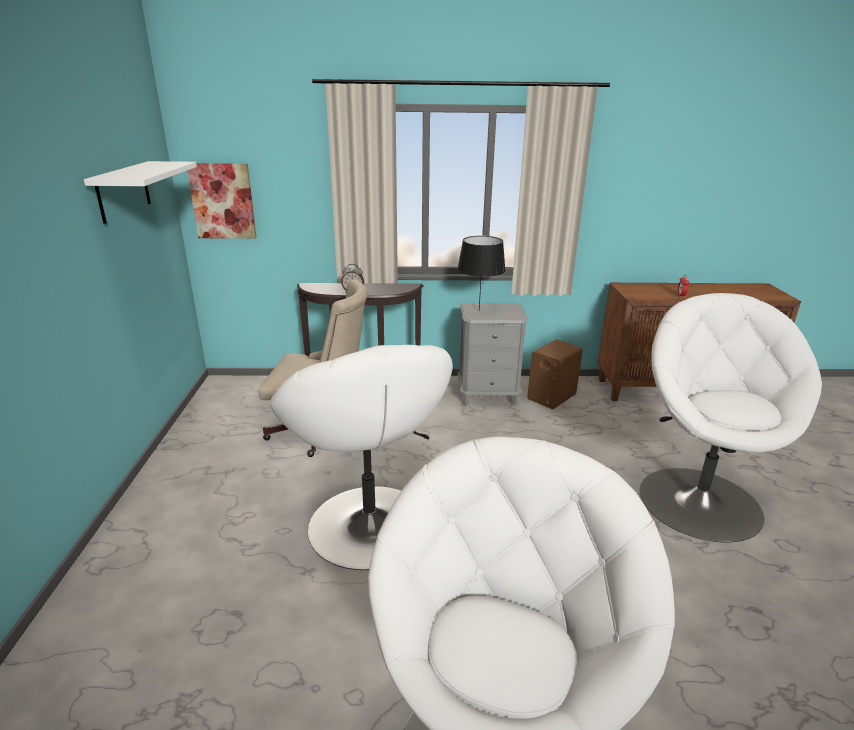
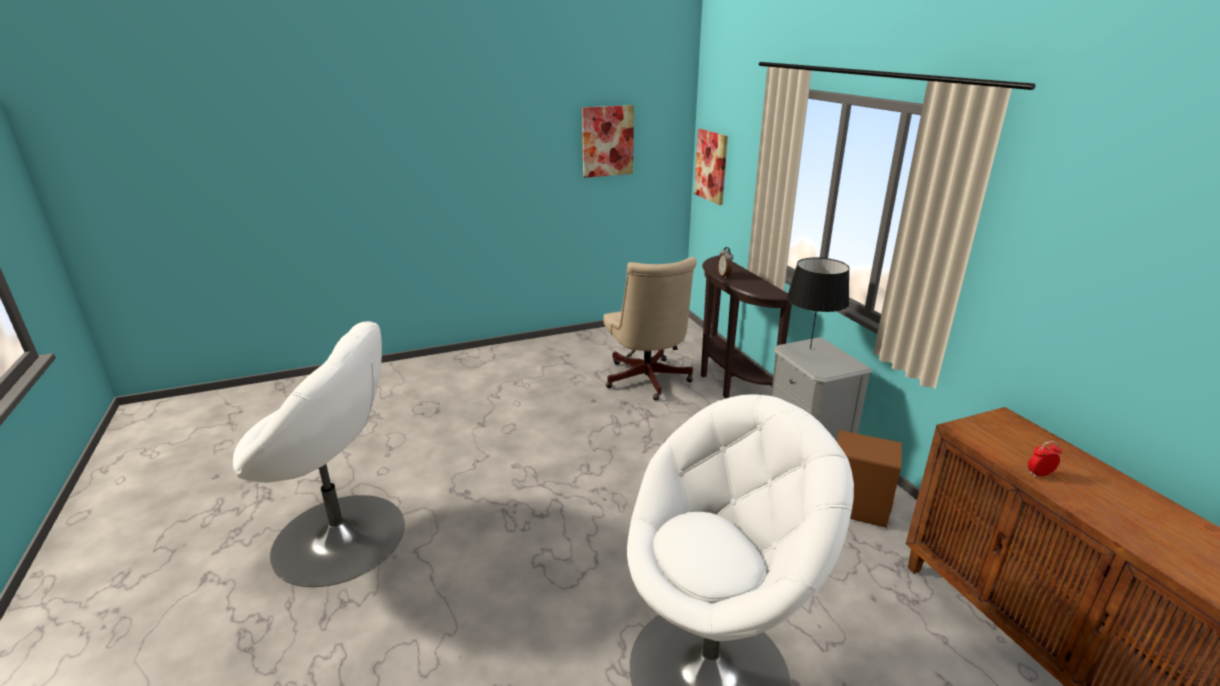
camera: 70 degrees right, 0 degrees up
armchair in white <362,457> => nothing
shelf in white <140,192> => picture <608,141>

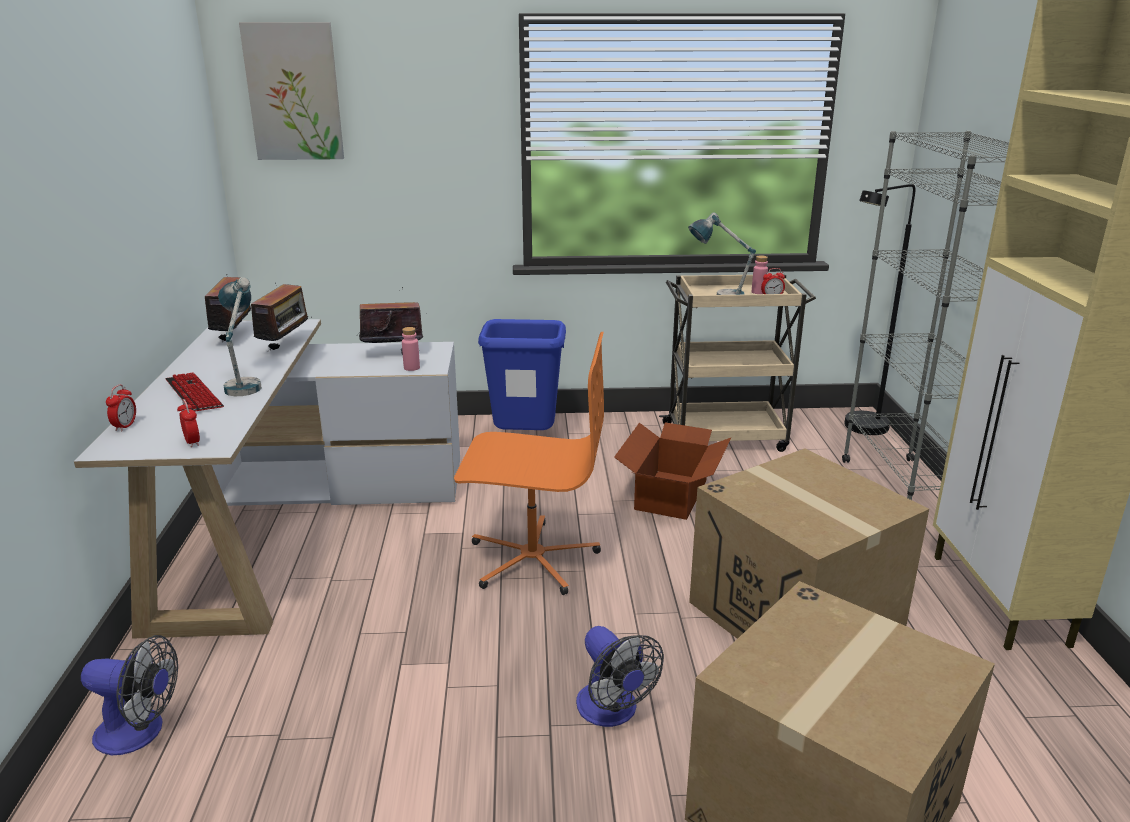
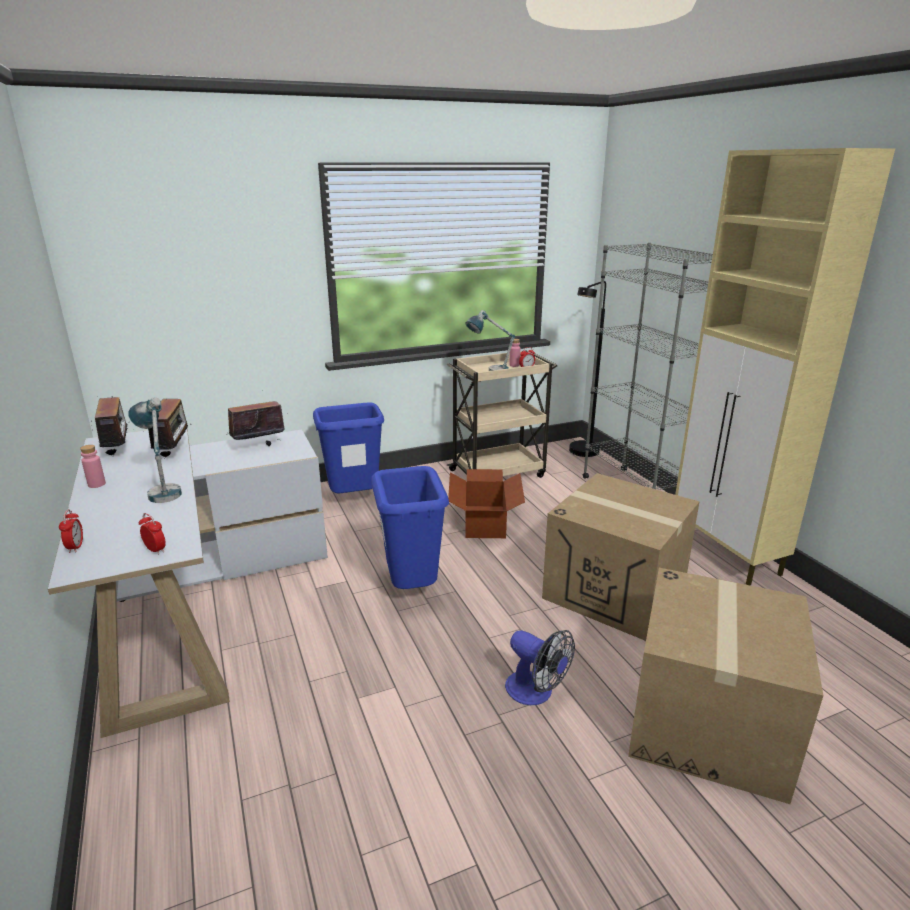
camera: 20 degrees left, 0 degrees up
fan <129,695> => nothing
keyboard <194,392> => nothing
picture <291,91> => nothing
bottle in pink <411,349> => bottle in pink <93,466>, move
office chair in orange <529,463> => trash can in blue <410,527>

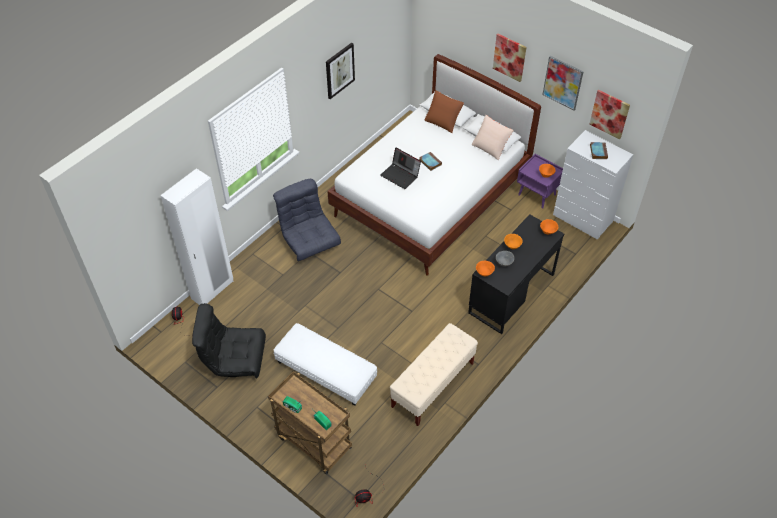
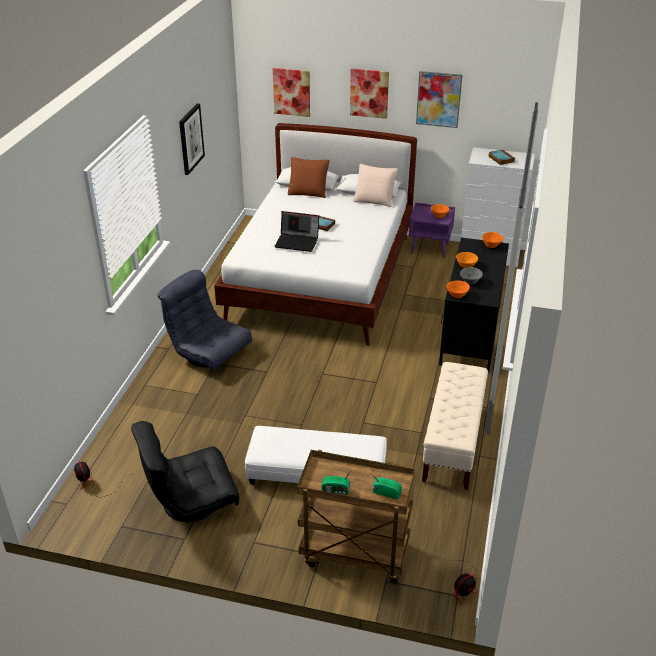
camera: 25 degrees left, 15 degrees down
wardrobe in white <196,236> => nothing
picture <610,114> => picture <291,92>, move

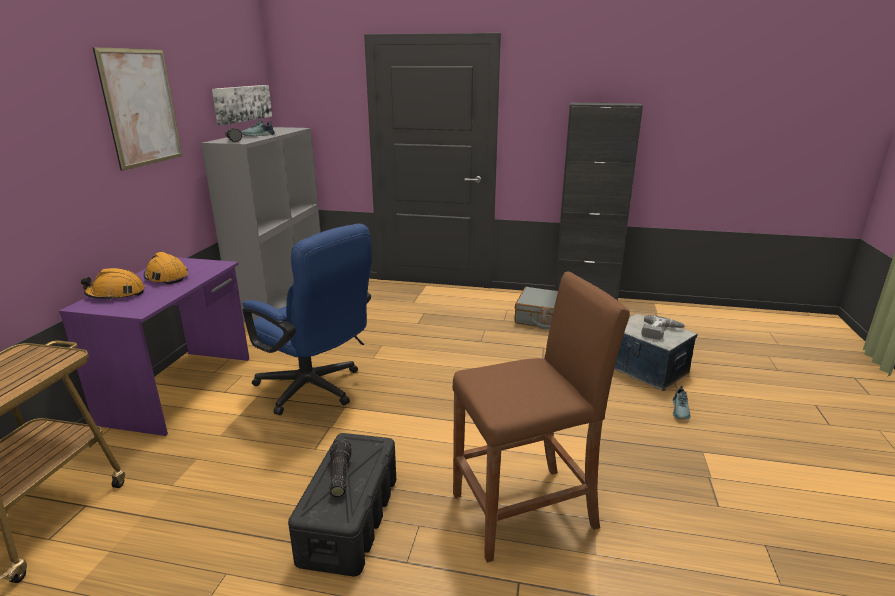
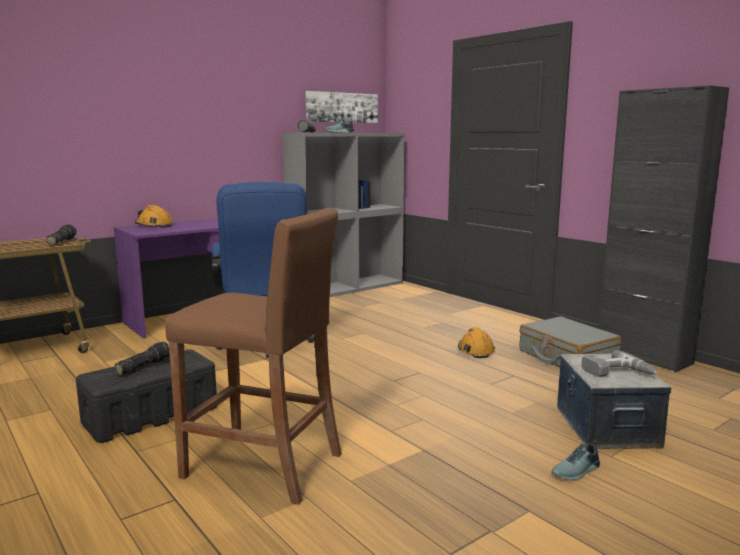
camera: 40 degrees right, 10 degrees down
picture <137,109> => nothing
nothing => flashlight <61,235>
hard hat in orange <166,268> => hard hat in orange <476,342>, move

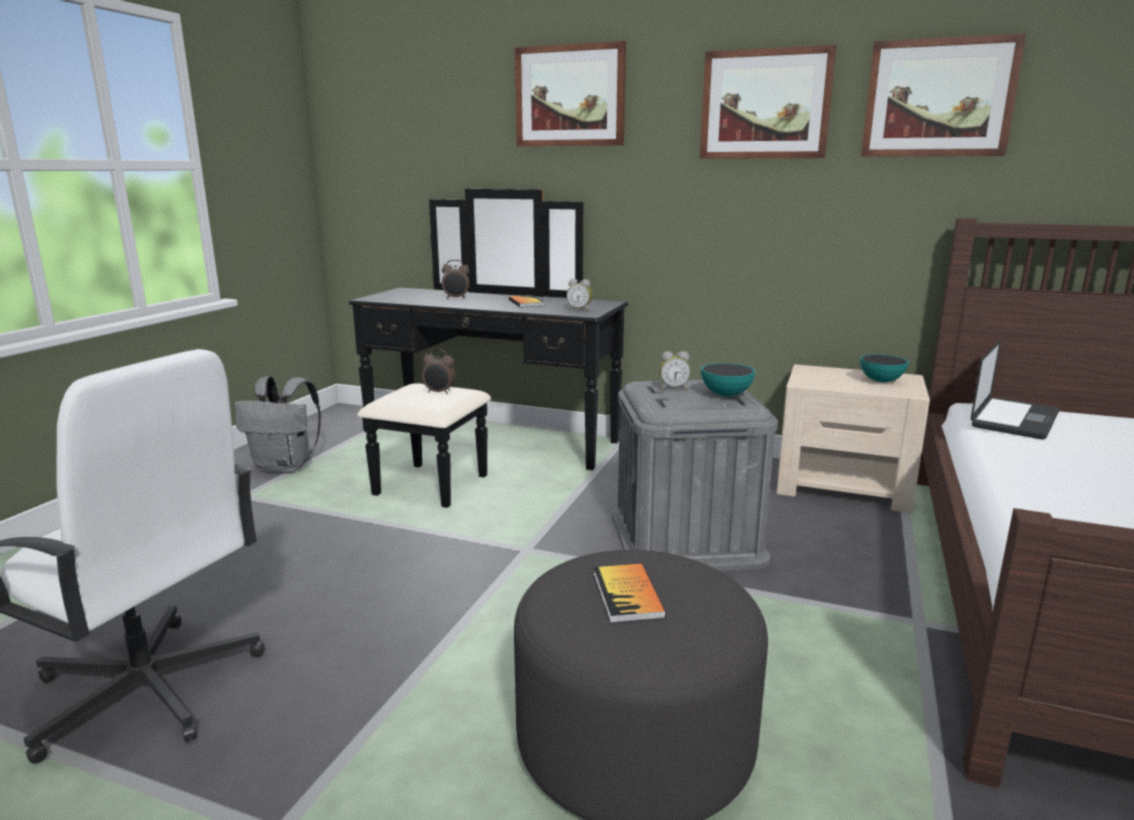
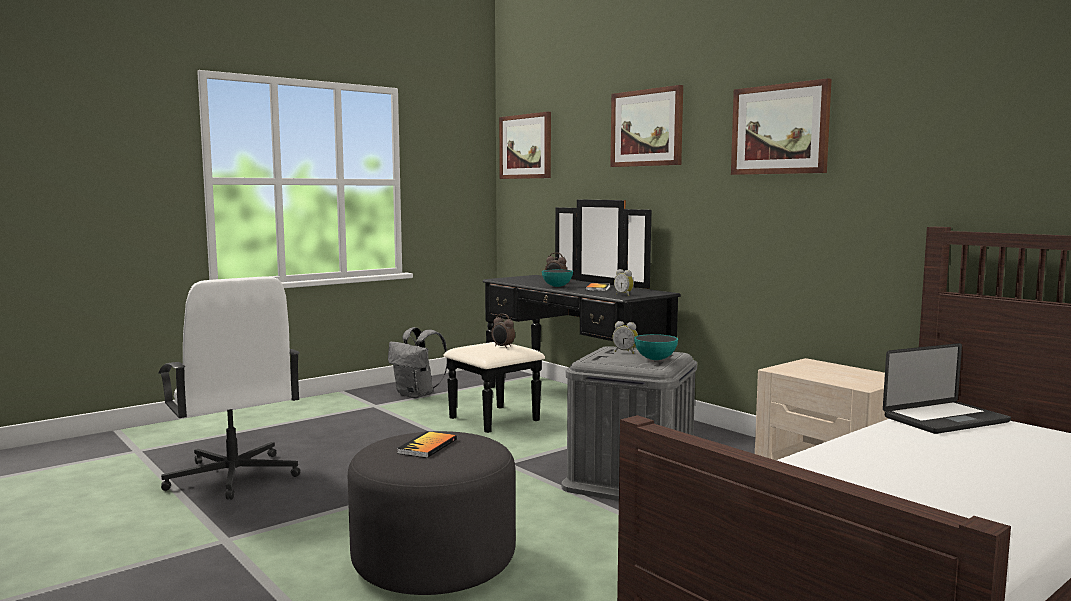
camera: 30 degrees right, 10 degrees down
bowl <884,368> => bowl <557,278>, move
picture <943,95> => picture <525,145>, move

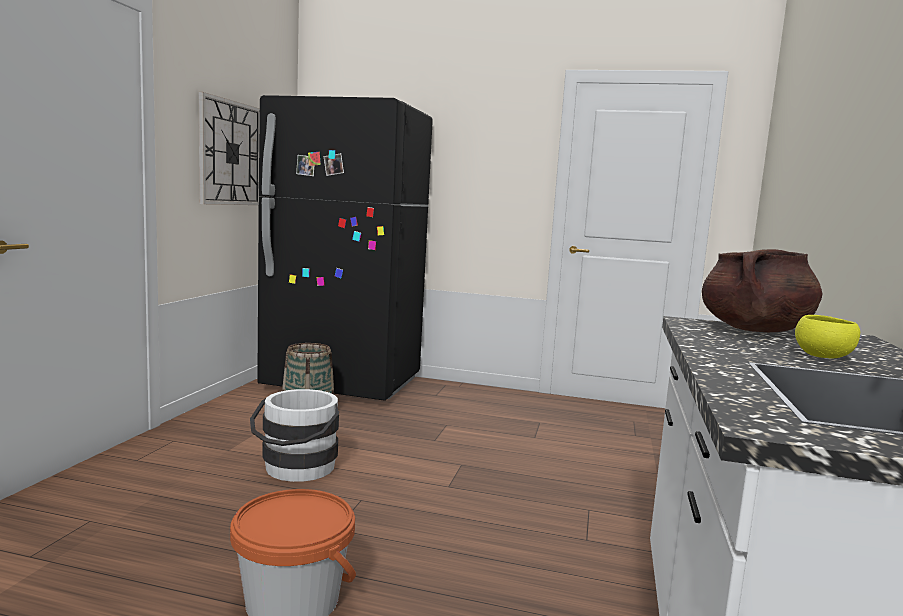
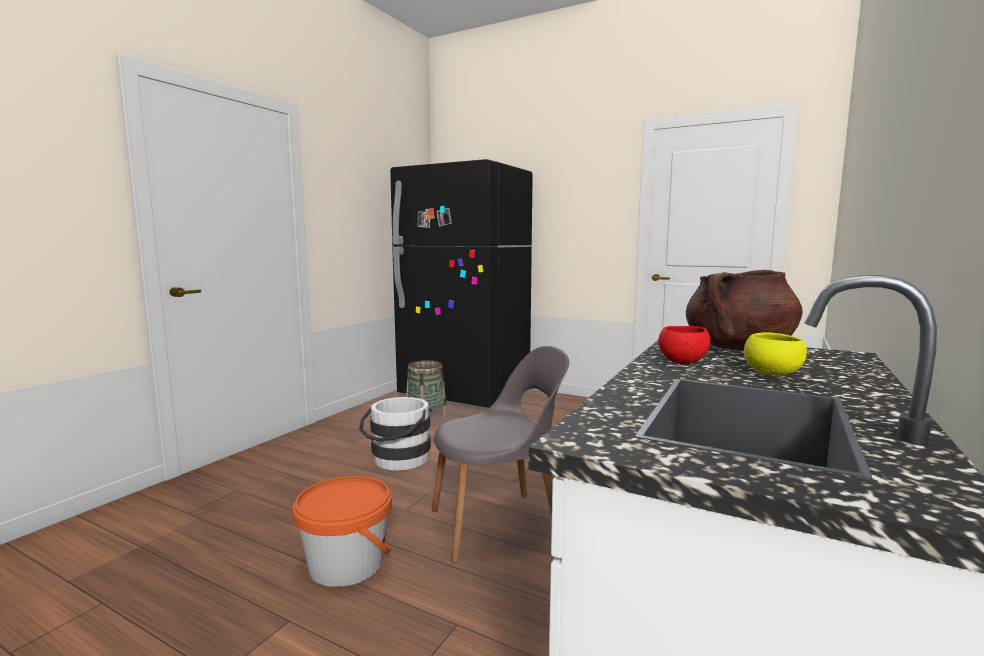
camera: 15 degrees right, 0 degrees up
wall clock <229,148> => nothing
nothing => chair in grey <500,454>
nothing => bowl in red <684,345>

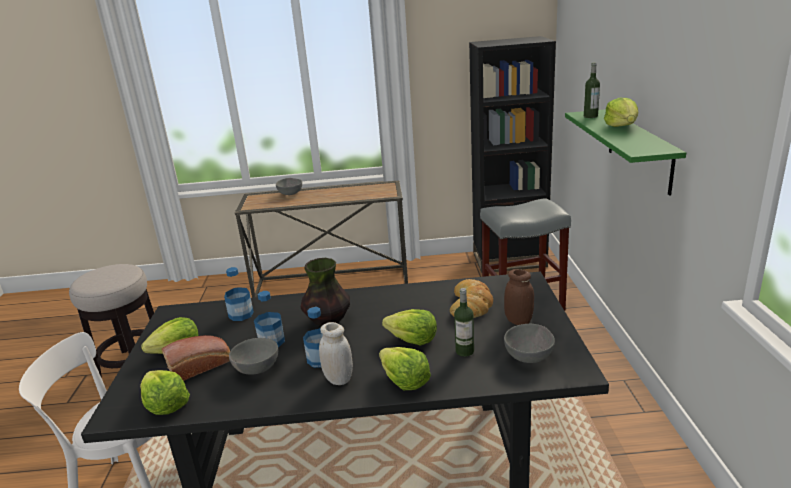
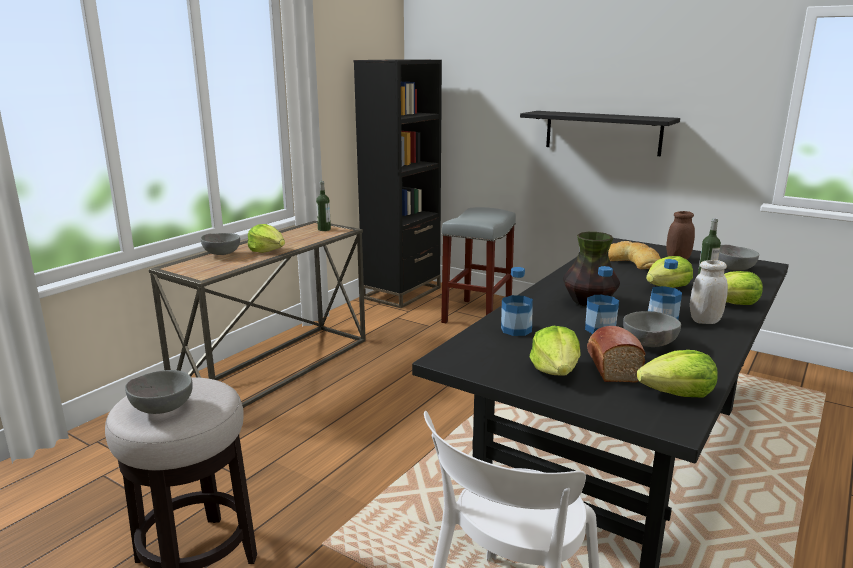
camera: 55 degrees left, 5 degrees down
nothing => bowl in grey <159,392>
bottle <592,90> => bottle <323,206>, move
lettuce <621,112> => lettuce <266,238>, move
shelf in green <625,152> => shelf in black <600,133>

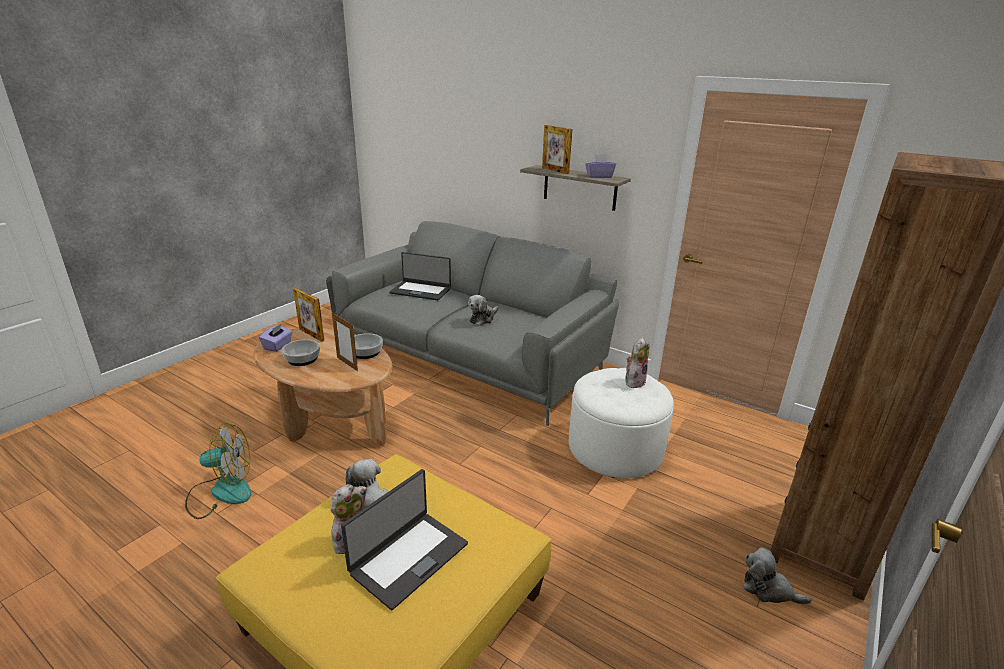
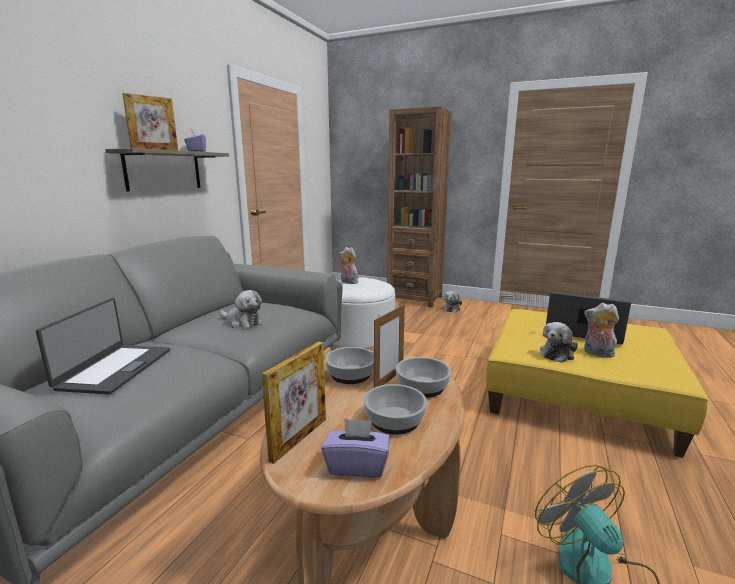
camera: 100 degrees left, 10 degrees down
nothing => bowl <423,377>

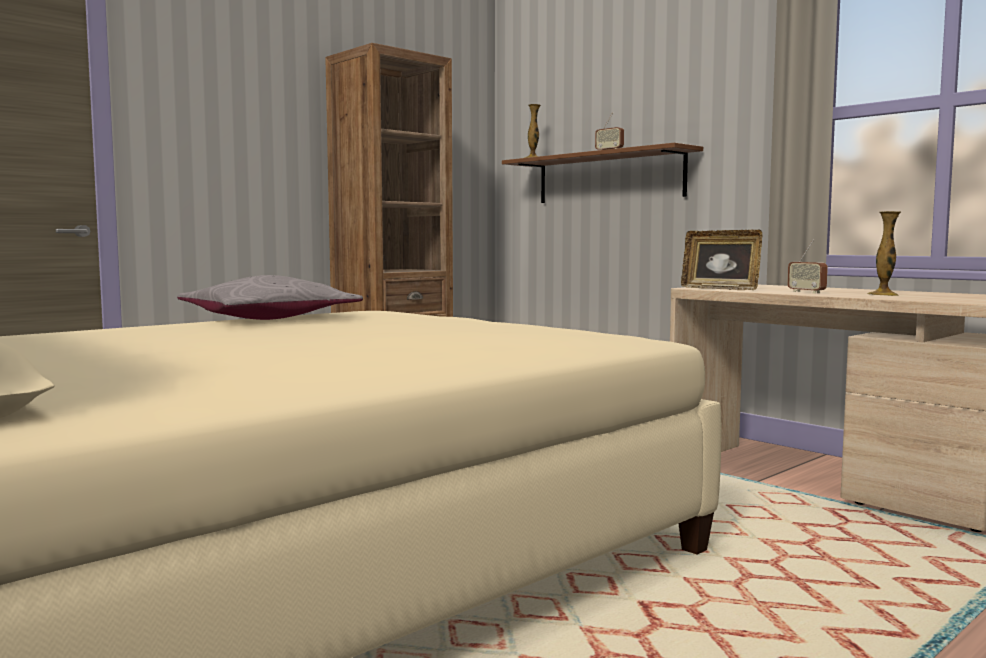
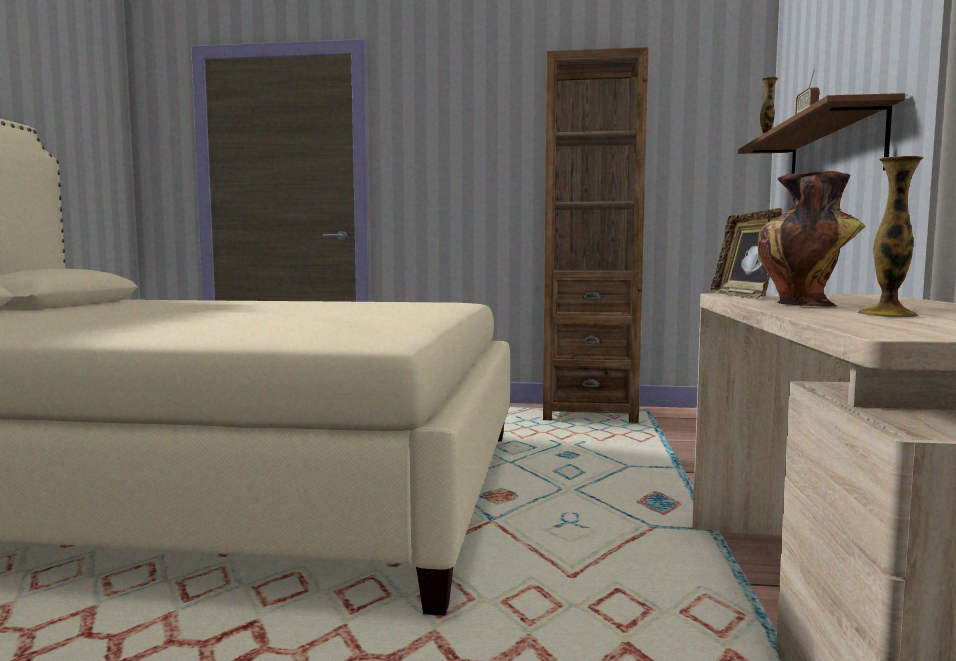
camera: 50 degrees right, 0 degrees up
pillow in grey <270,297> => nothing
radio <807,266> => vase <811,238>

